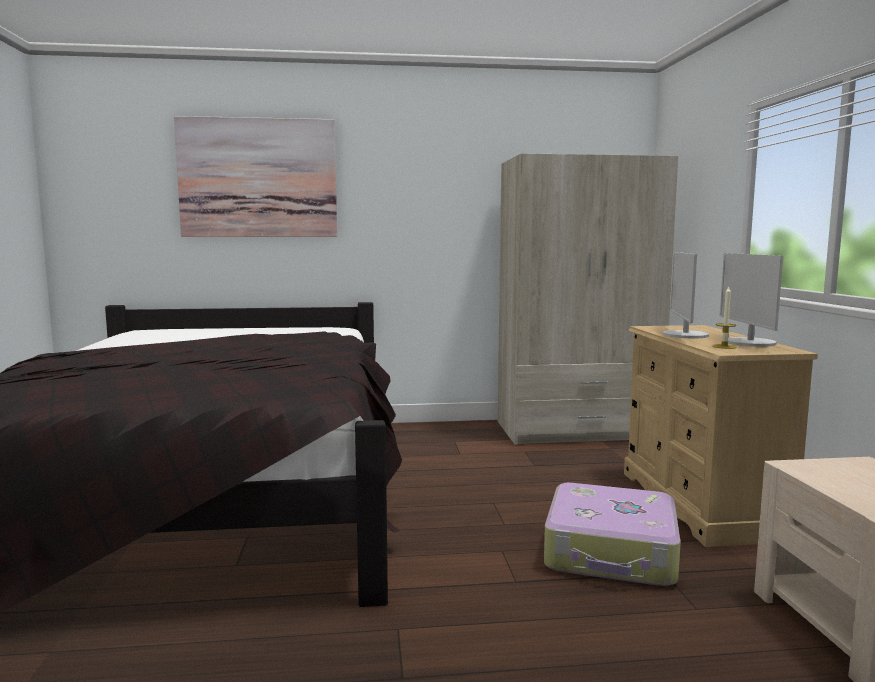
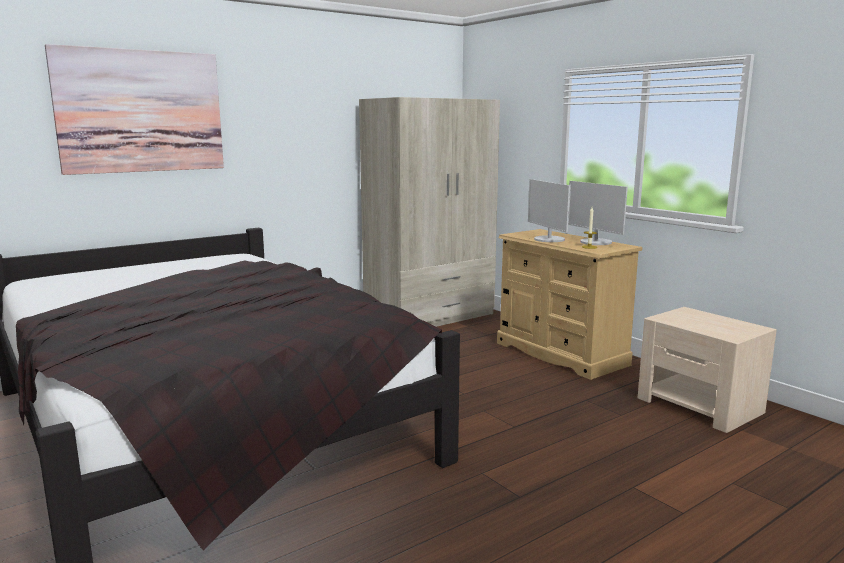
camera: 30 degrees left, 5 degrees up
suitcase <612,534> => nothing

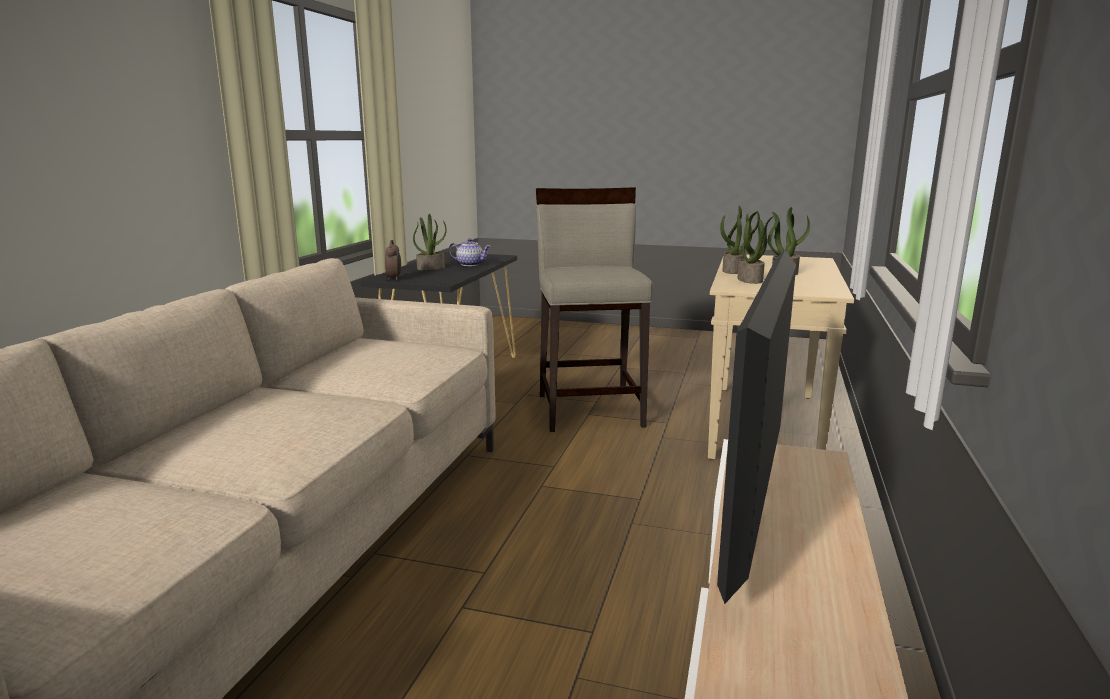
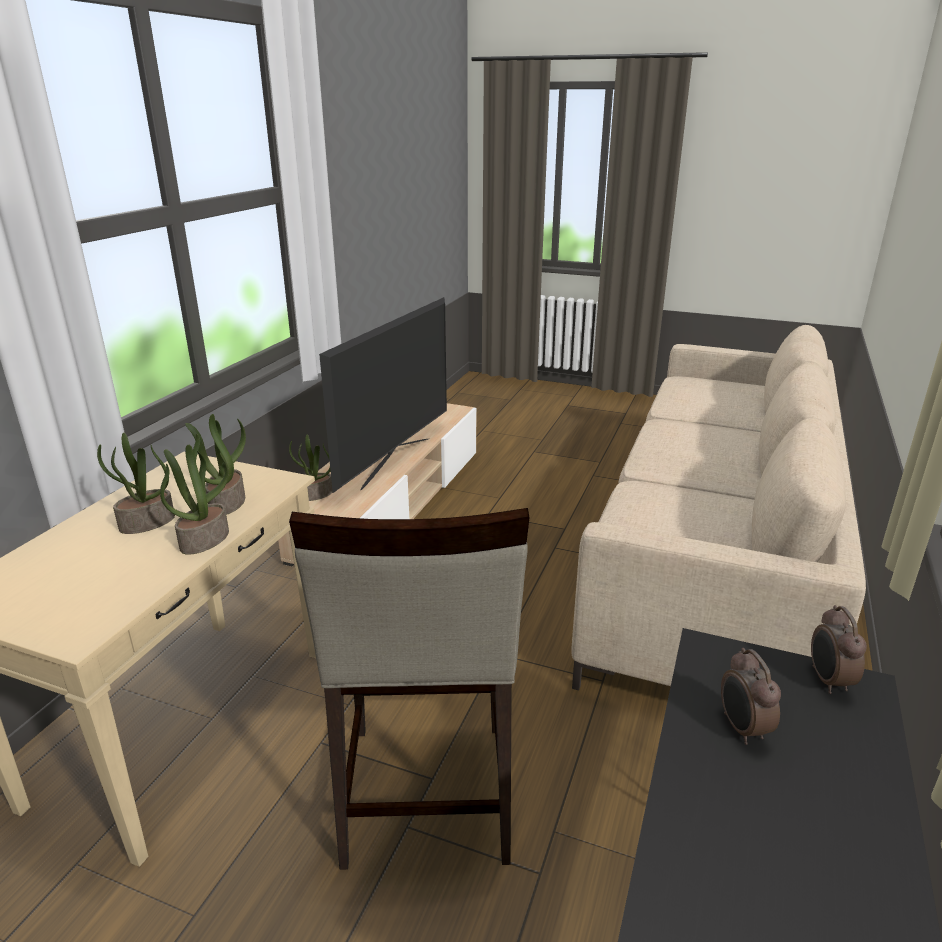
camera: 175 degrees left, 10 degrees up
teapot <469,252> => nothing
nothing => alarm clock <751,696>
potted plant <430,242> => potted plant <310,467>, move

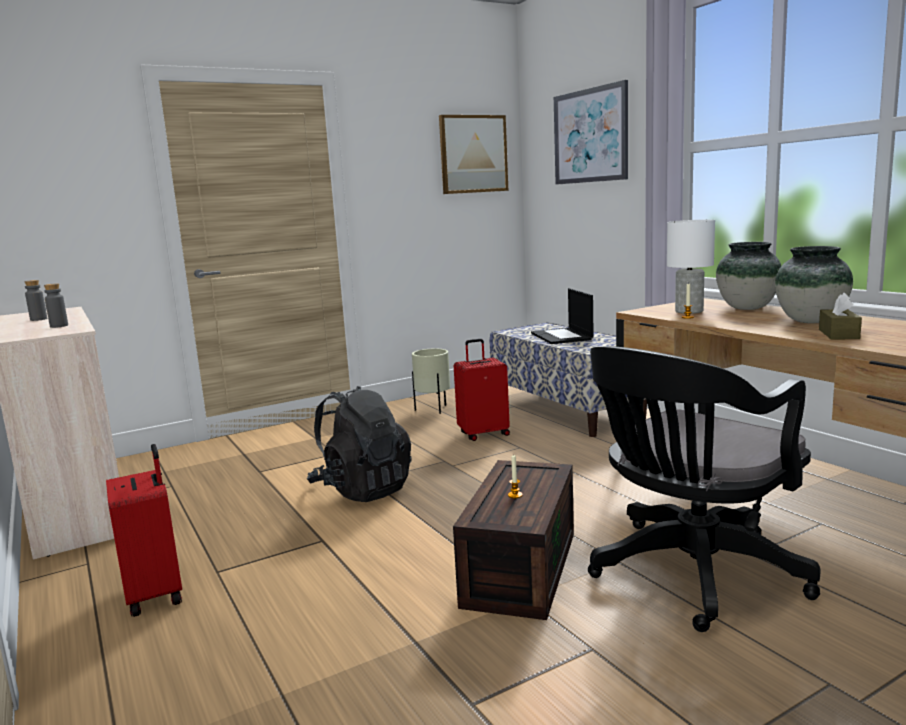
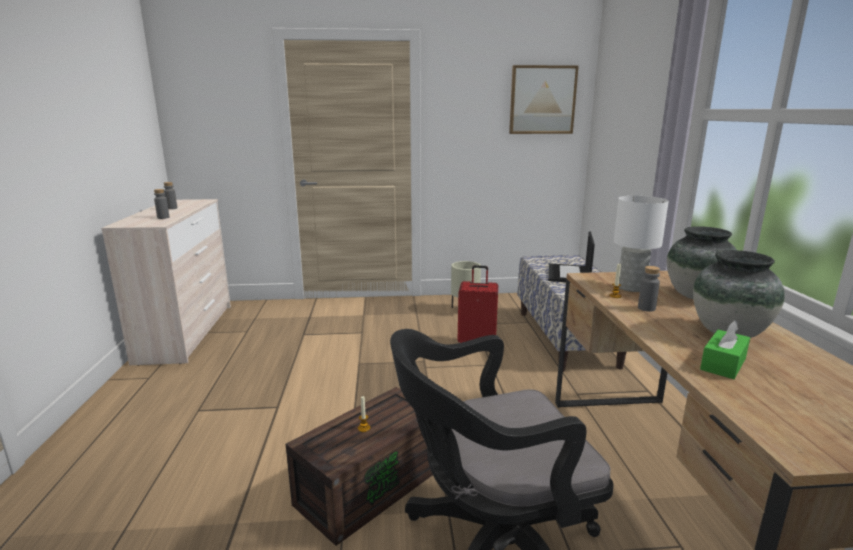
camera: 25 degrees right, 5 degrees up
suitcase in red <144,530> => nothing
backpack in black <359,444> => nothing
picture <591,132> => nothing
nothing => bottle in grey <649,289>
tissue box in brown <840,316> => tissue box in green <725,349>

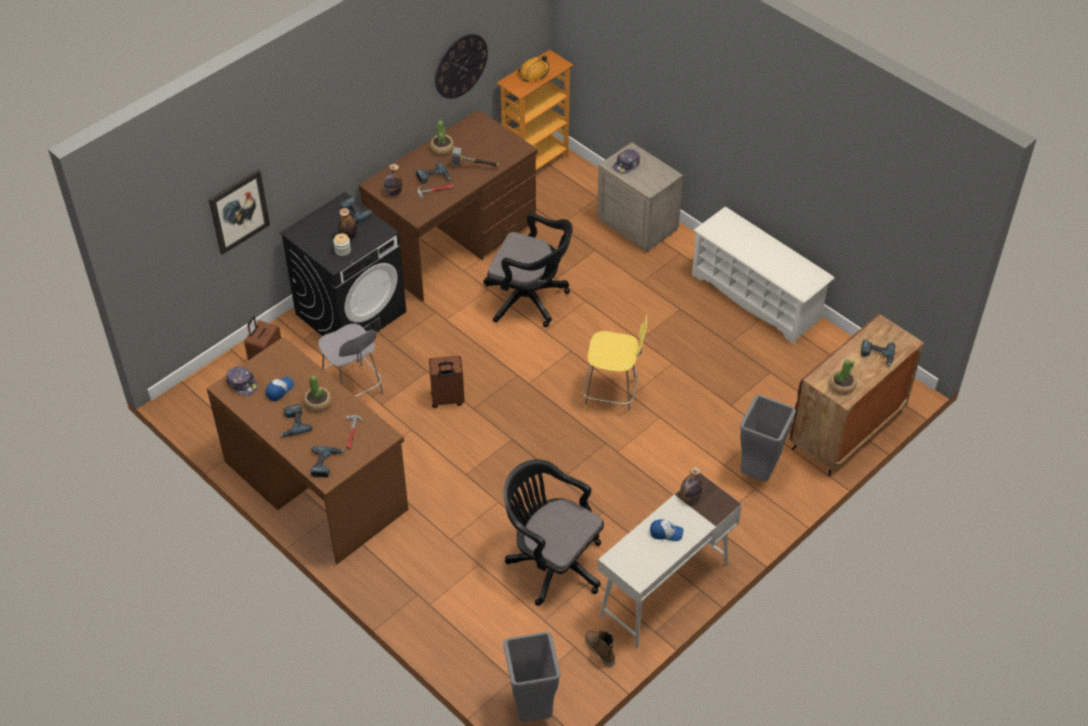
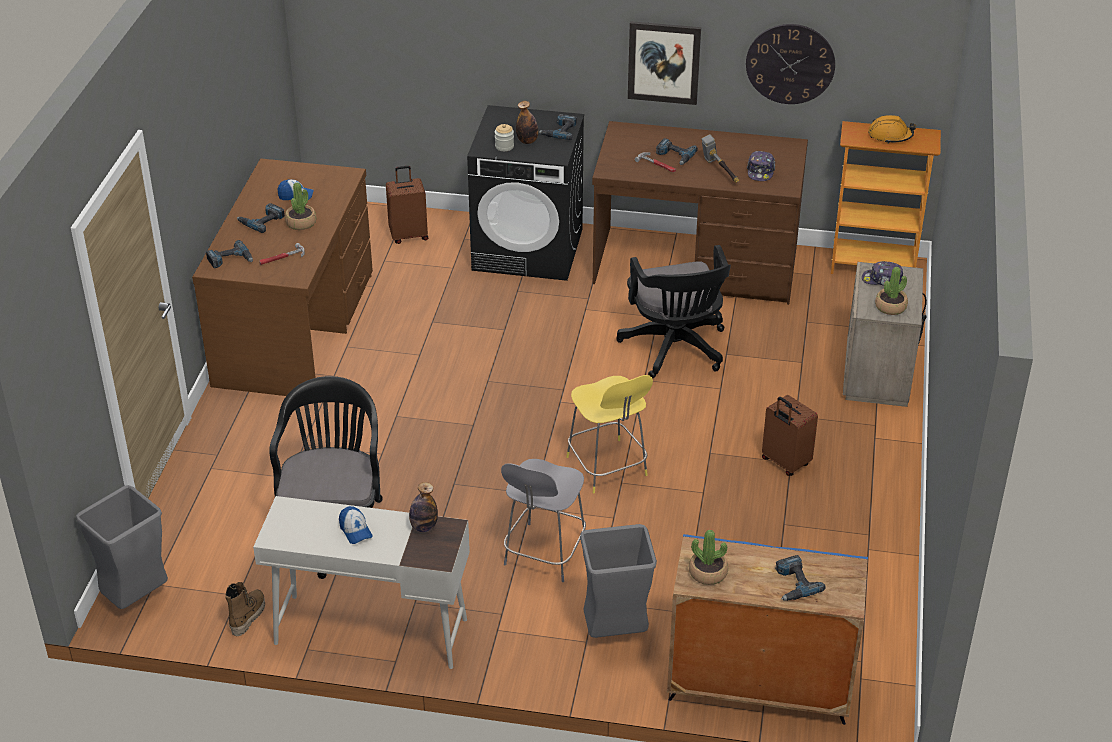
camera: 55 degrees right, 10 degrees down
bottle <393,180> => nothing
shoe rack in white <763,275> => nothing
picture <239,212> => picture <664,63>, move
cap <242,381> => cap <761,166>, move
stool in grey <350,360> => stool in grey <543,520>, move
suitcase in brown <447,381> => suitcase in brown <790,435>, move
potted plant <442,137> => potted plant <891,291>, move
cabinet in brown <857,394> => cabinet in blue <767,629>

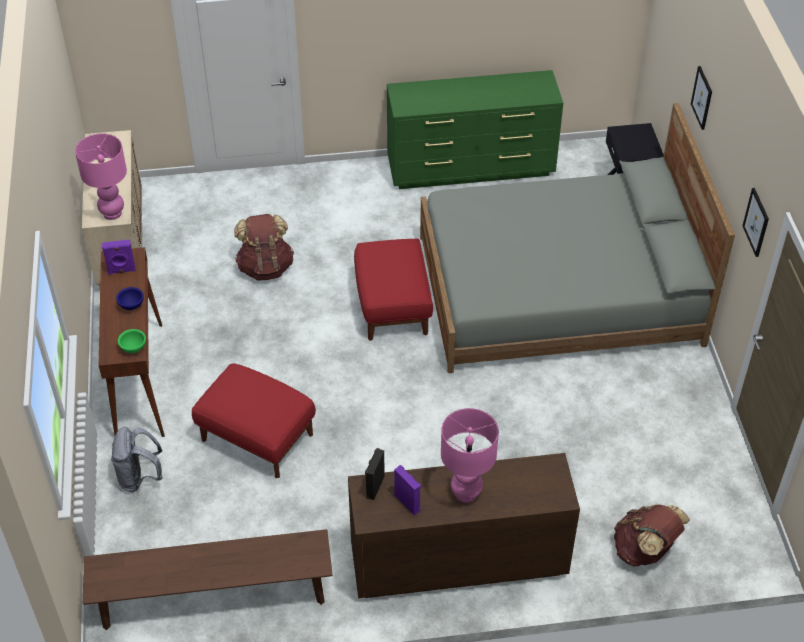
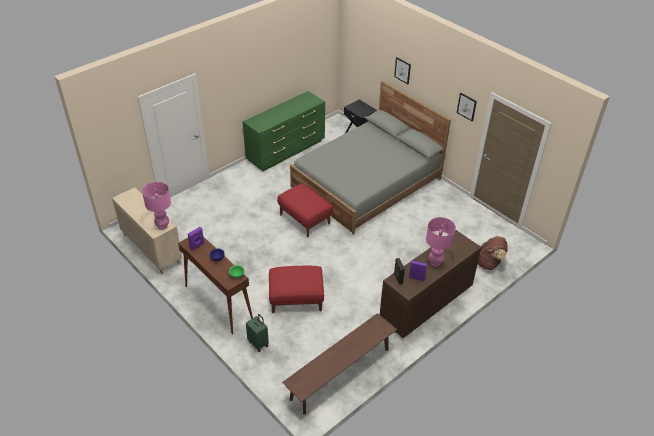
camera: 35 degrees left, 5 degrees down
backpack in brown <264,247> => nothing
backpack in grey <137,459> => suitcase in green <257,333>

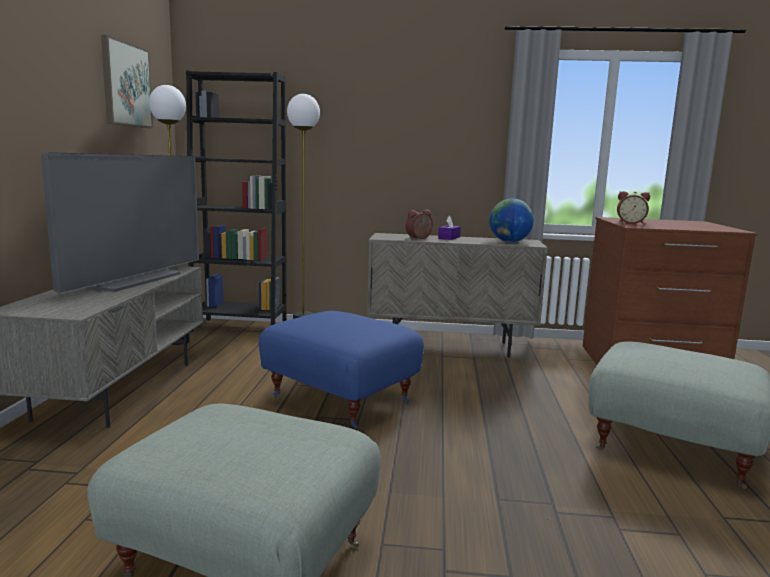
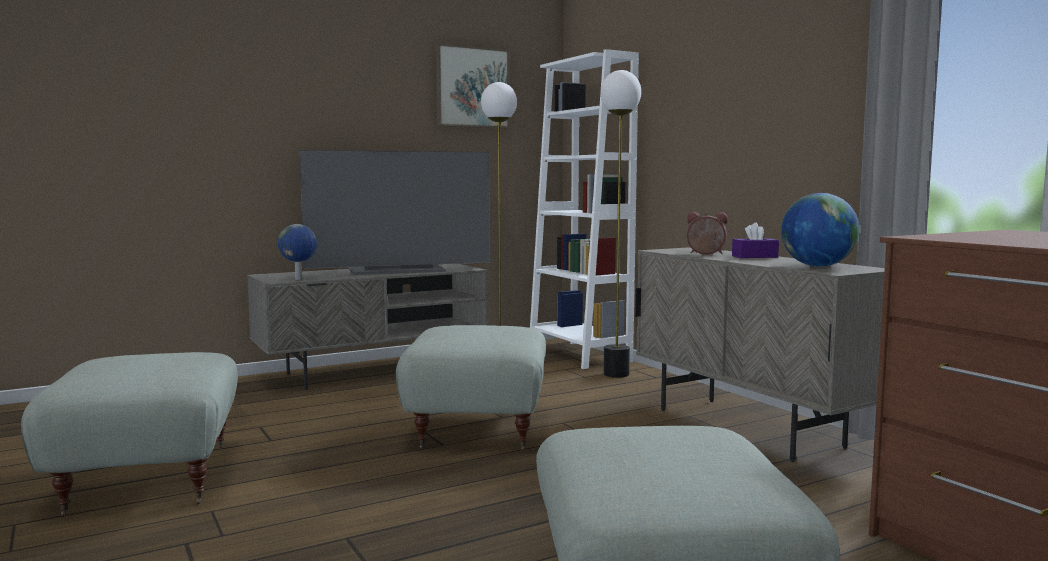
camera: 55 degrees right, 5 degrees down
alarm clock <633,207> => nothing
nothing => globe <297,252>
bookcase in black <236,201> => bookcase in white <584,209>
ottoman in blue <341,370> => ottoman in grey <471,388>

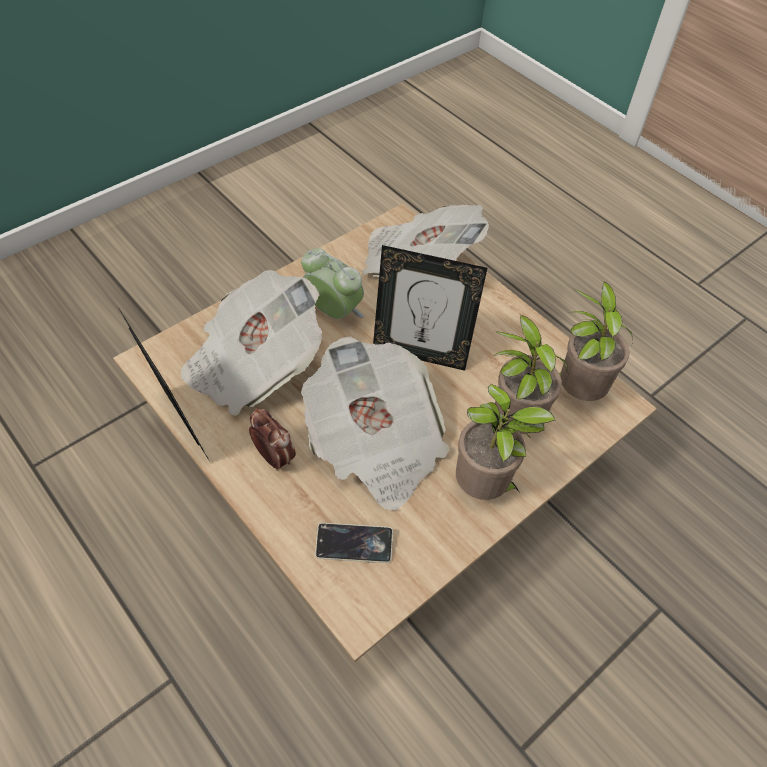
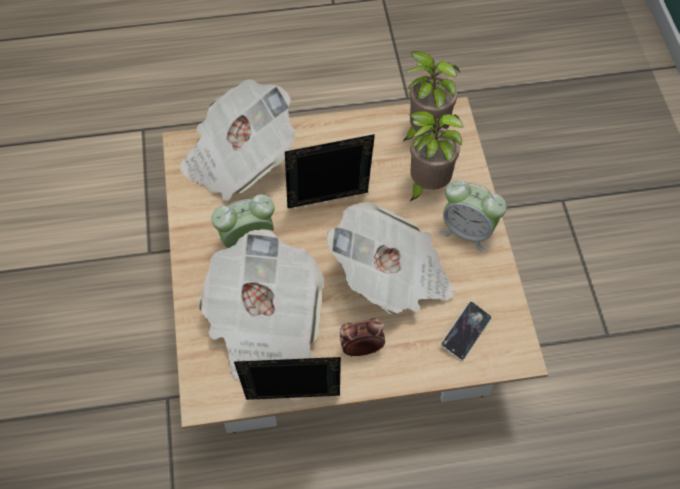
camera: 55 degrees left, 5 degrees up
potted plant <506,442> => alarm clock <473,216>
picture frame <430,308> => picture frame <330,171>, 150 degrees counterclockwise

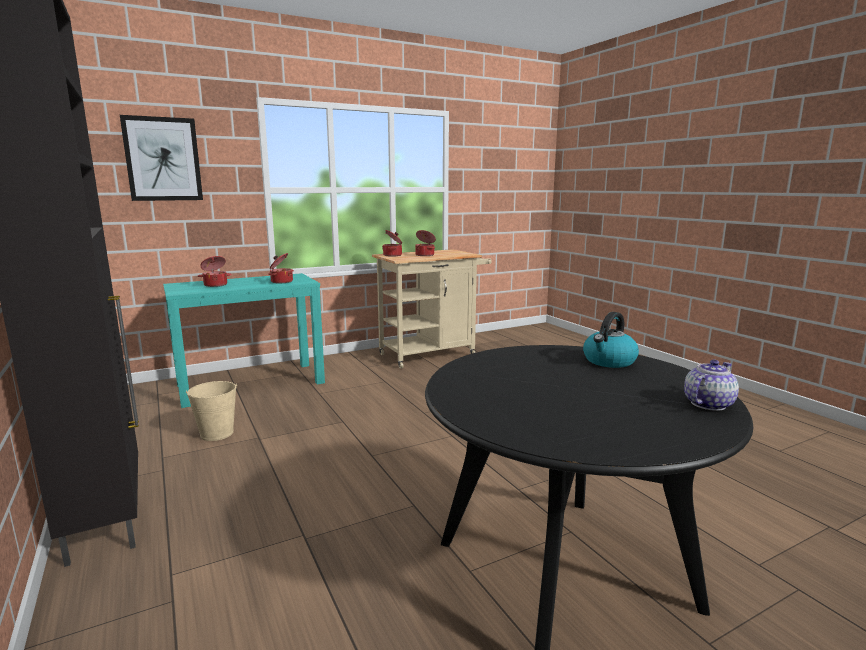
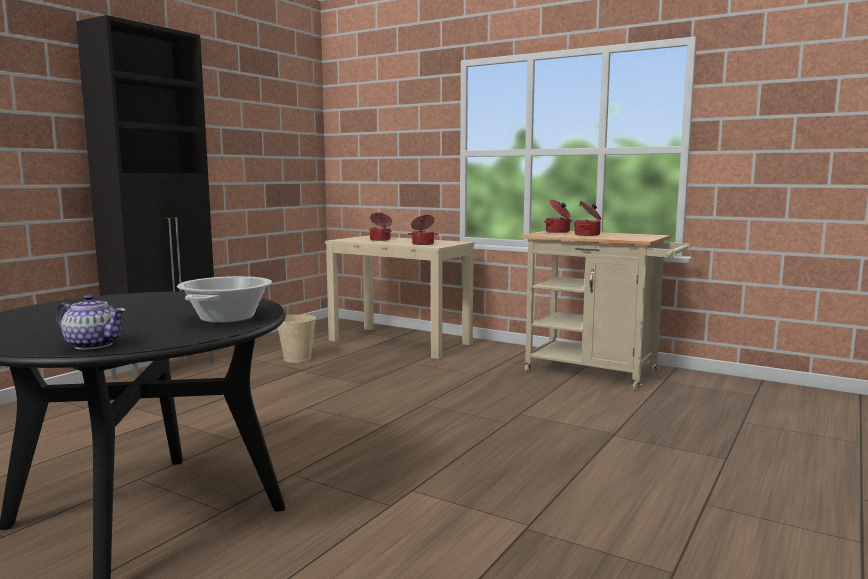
camera: 60 degrees right, 5 degrees down
picture <161,158> => nothing
kettle <611,340> => cooking pot <224,299>
console table in turquoise <244,340> => console table in beige <399,297>

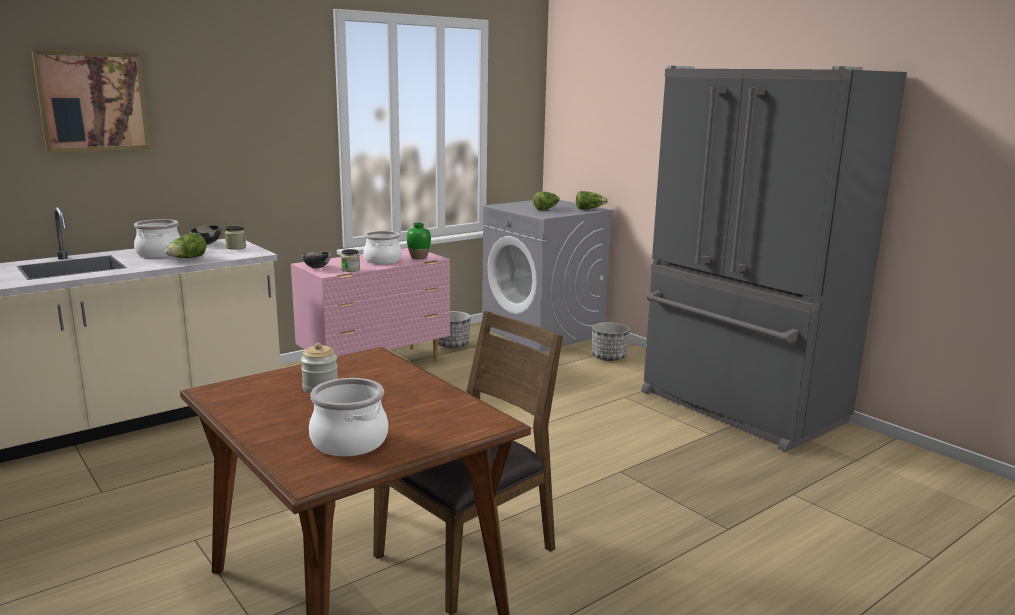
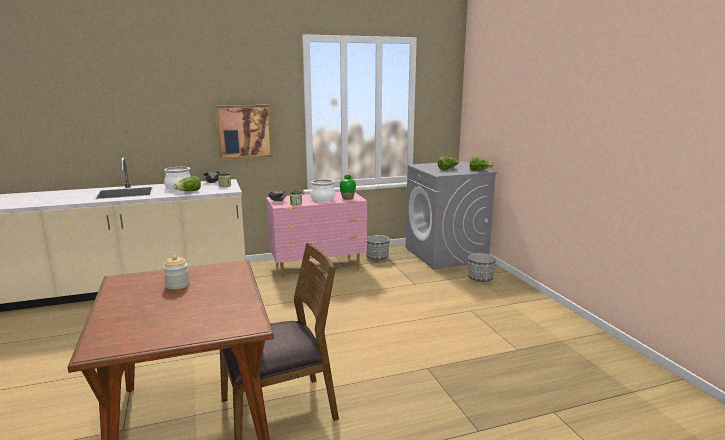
camera: 20 degrees right, 0 degrees up
cooking pot <348,417> => nothing
fridge in grey <774,259> => nothing
picture <90,101> => picture <244,132>, move

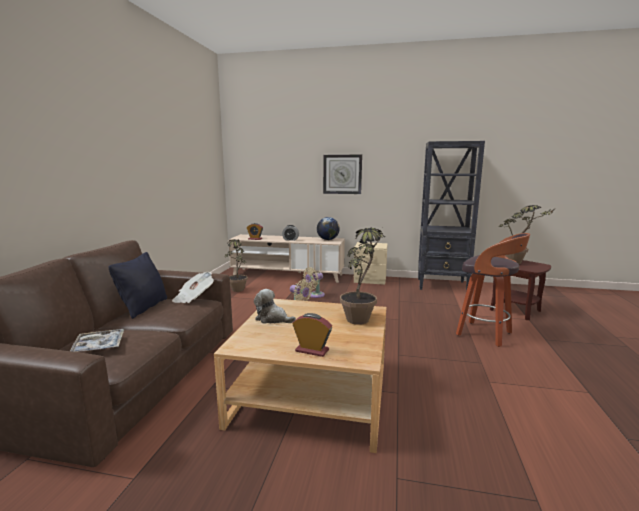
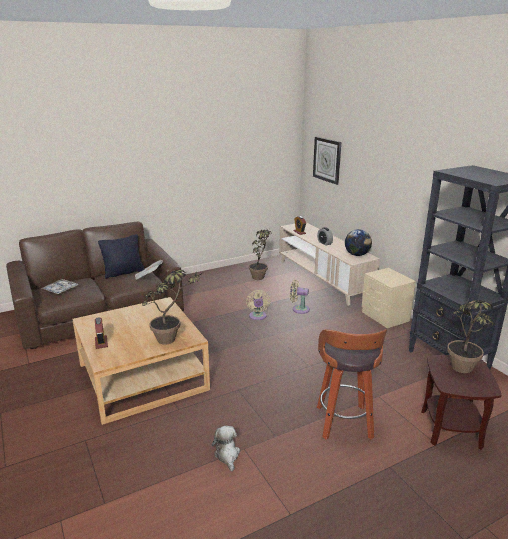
camera: 50 degrees right, 10 degrees up
plush toy <275,306> => plush toy <226,449>, move
wall clock <342,174> => wall clock <327,161>, move

